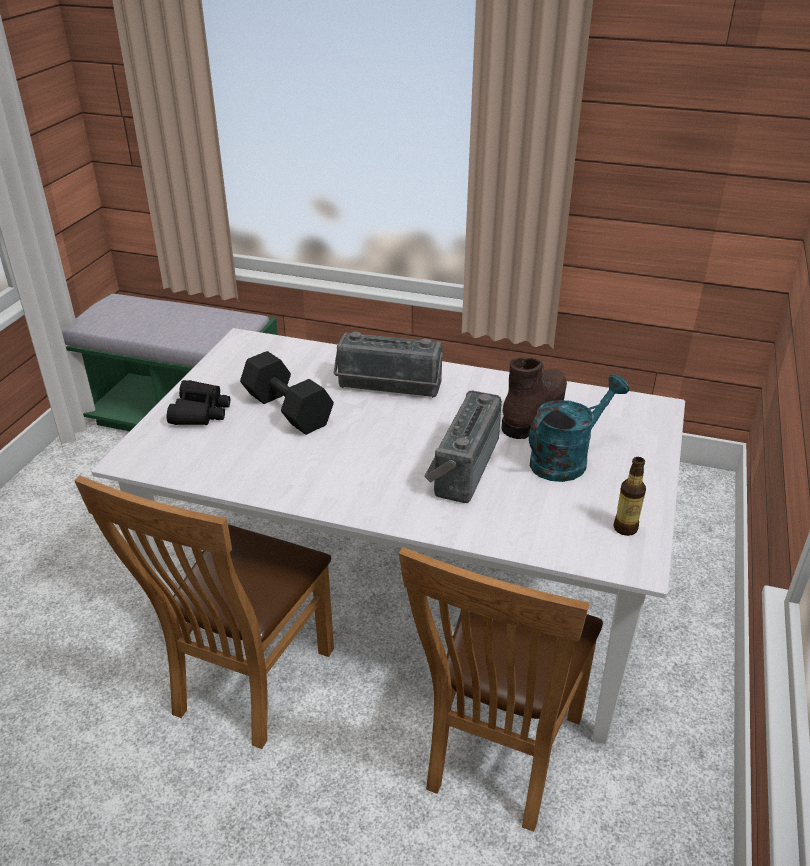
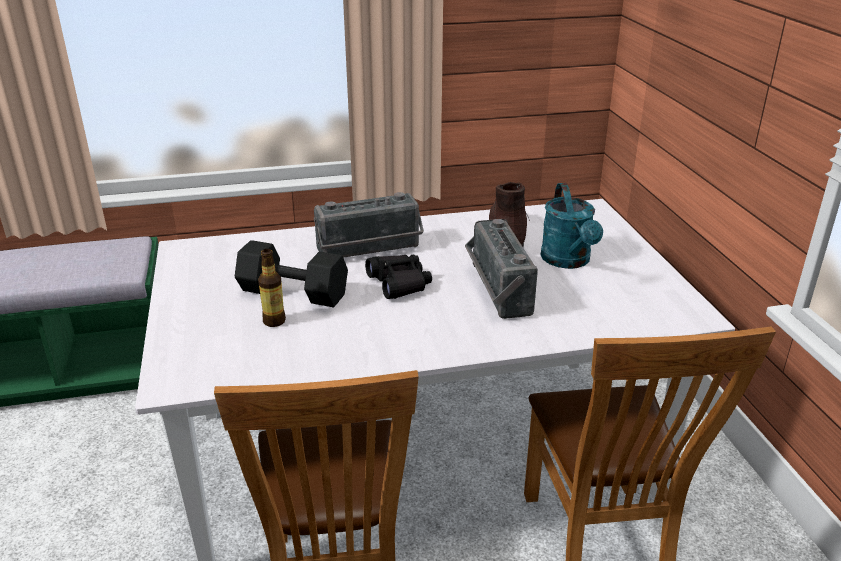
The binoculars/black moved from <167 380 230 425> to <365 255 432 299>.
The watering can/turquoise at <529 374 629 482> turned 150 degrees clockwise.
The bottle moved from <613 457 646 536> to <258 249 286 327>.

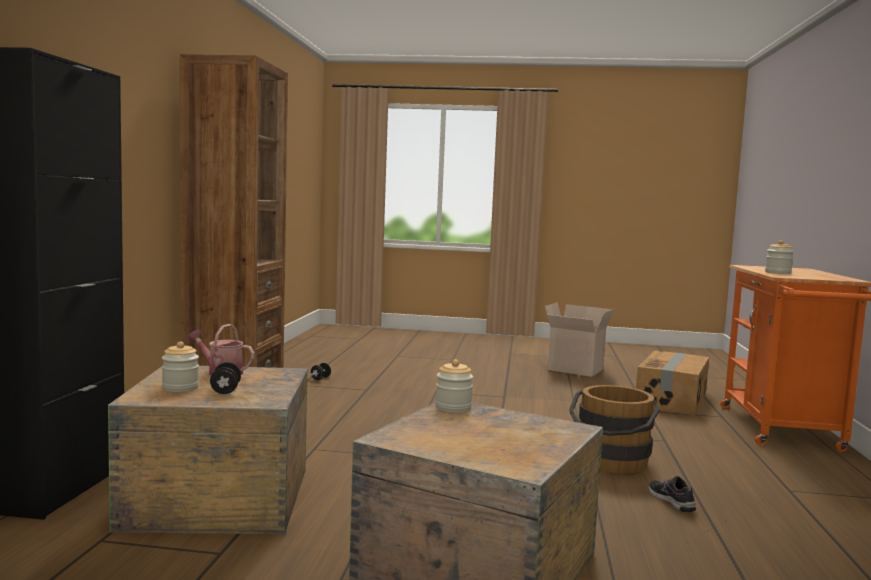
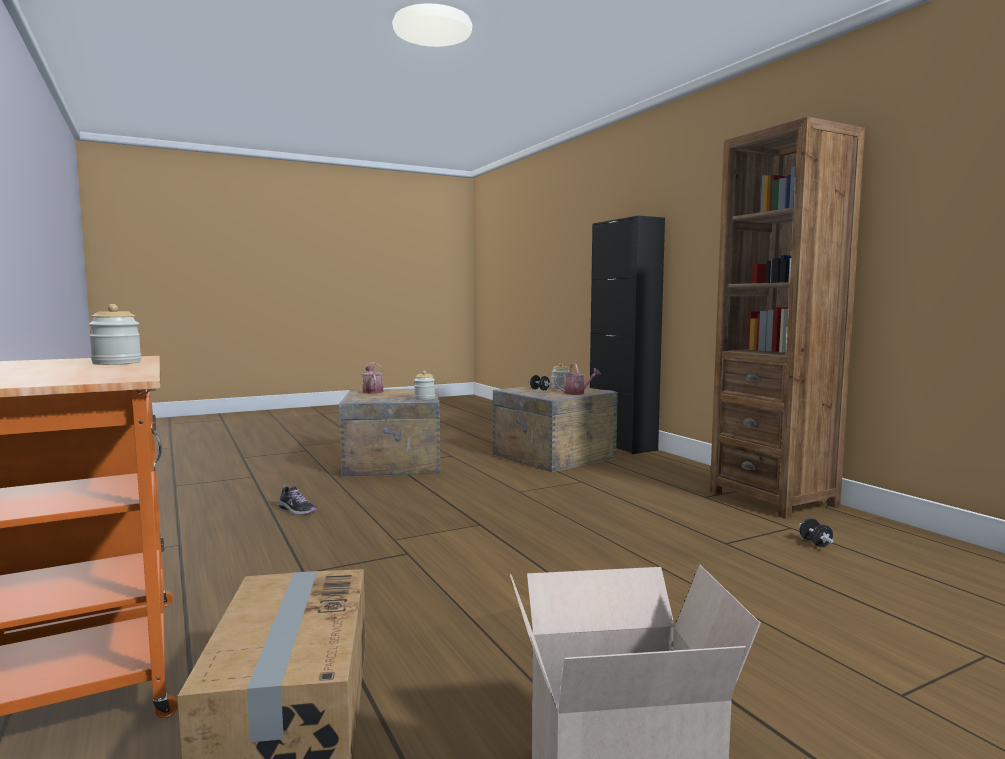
The bucket/brown at <569 385 660 474> disappeared.
The watering can at <361 362 384 394> appeared.

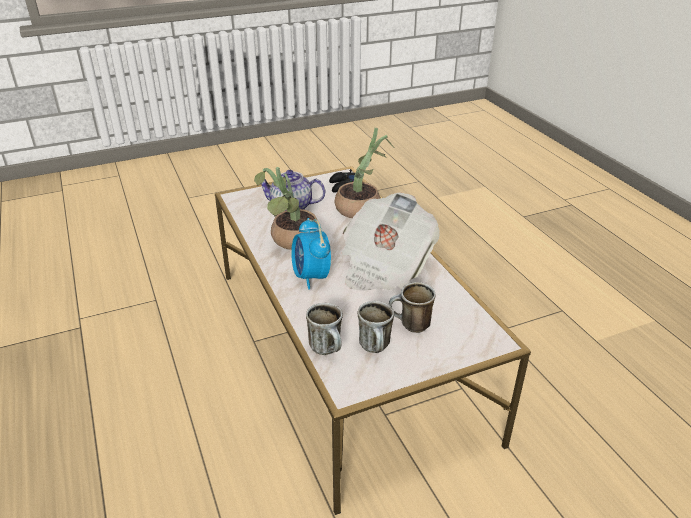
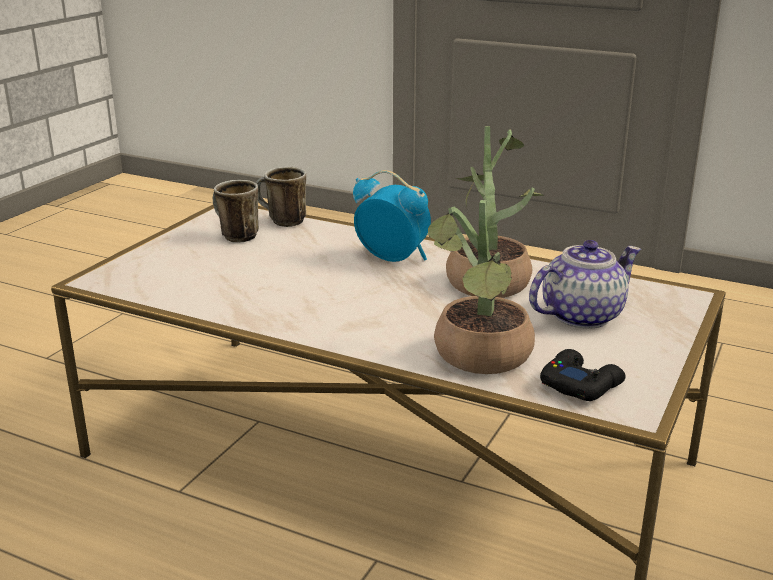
The newspaper at <341 192 440 291> disappeared.
The mug at <389 282 436 333> disappeared.

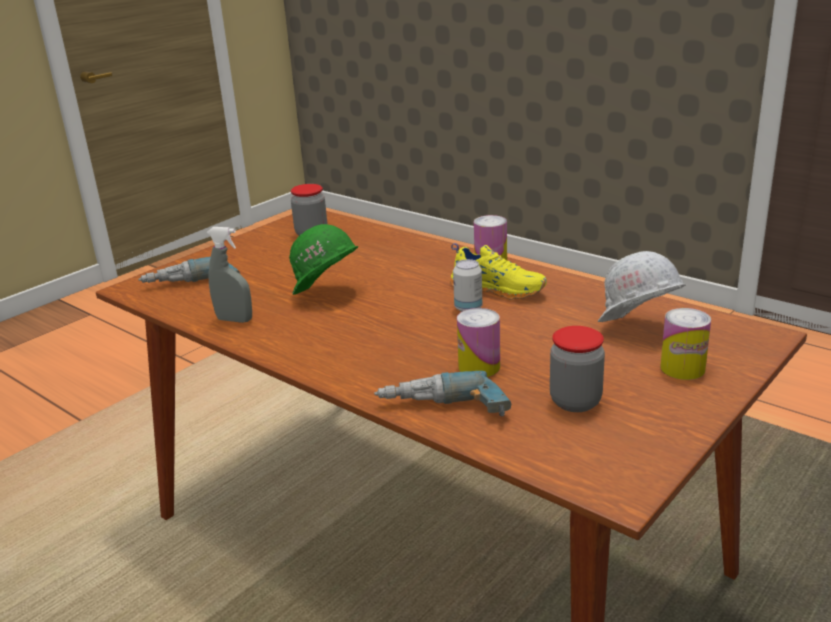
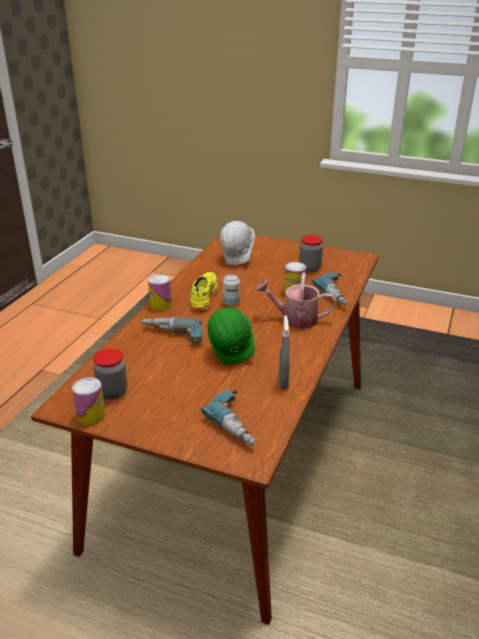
The can moved from <660 308 711 380> to <72 377 105 425>.
The power drill at <141 317 202 344> appeared.
The watering can at <255 273 337 329> appeared.

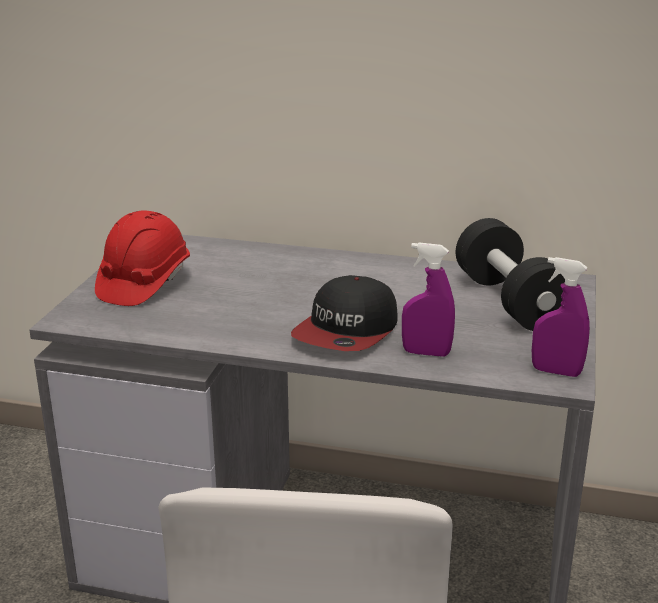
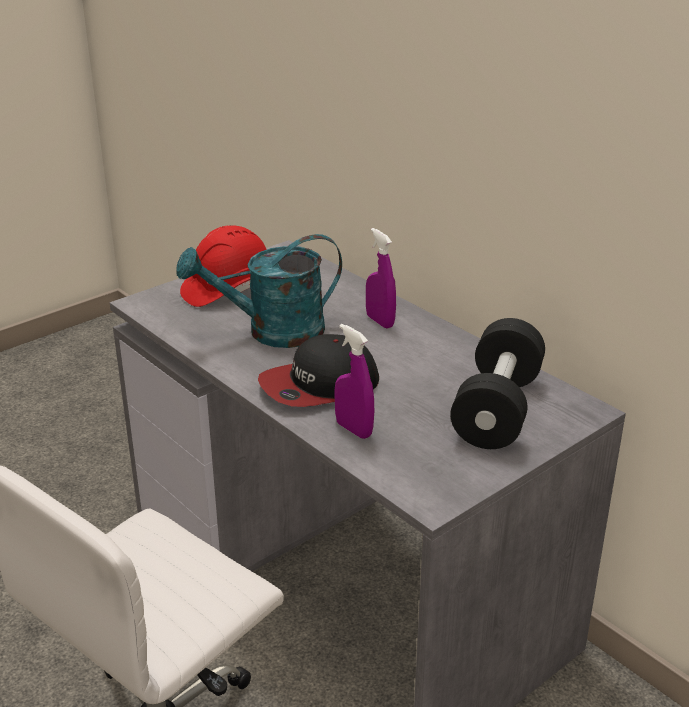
The spray bottle/purple moved from <532 257 590 377> to <366 228 396 329>.
The watering can/turquoise at <176 234 342 348> appeared.

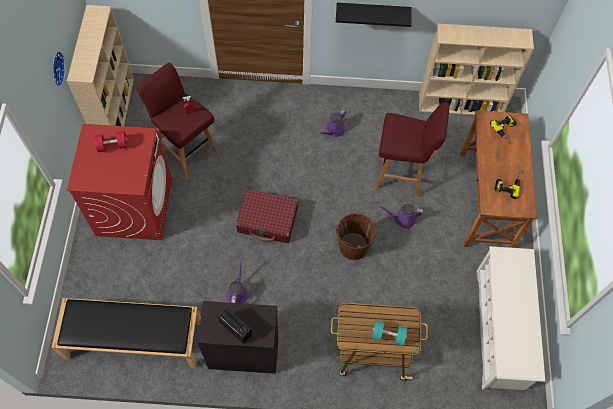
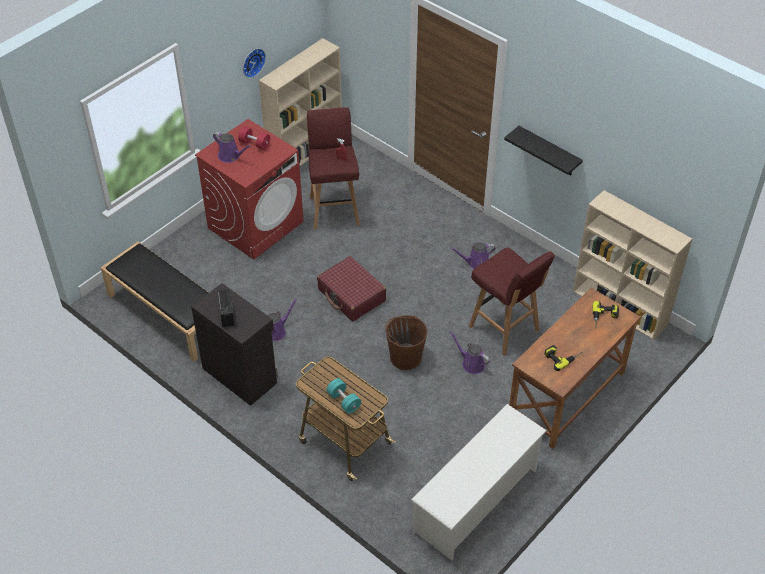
The watering can/purple at <213 132 251 163> appeared.

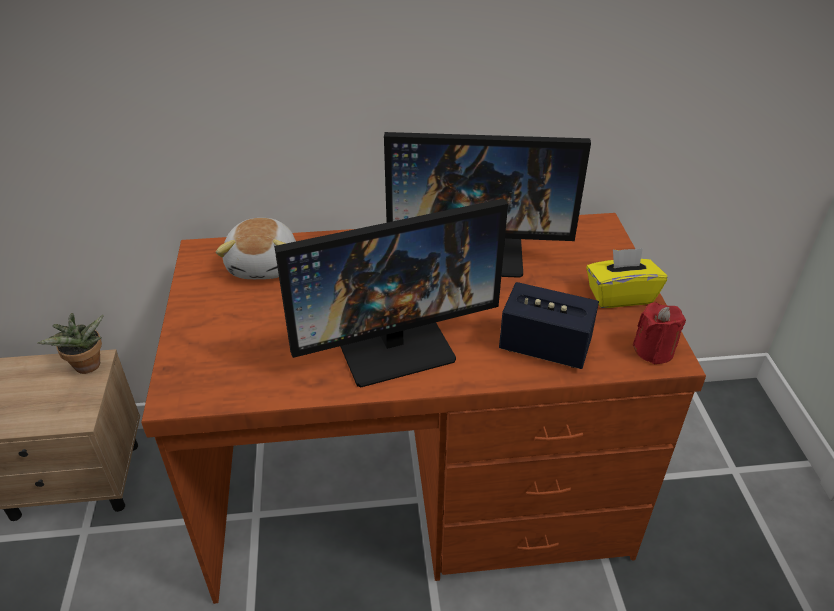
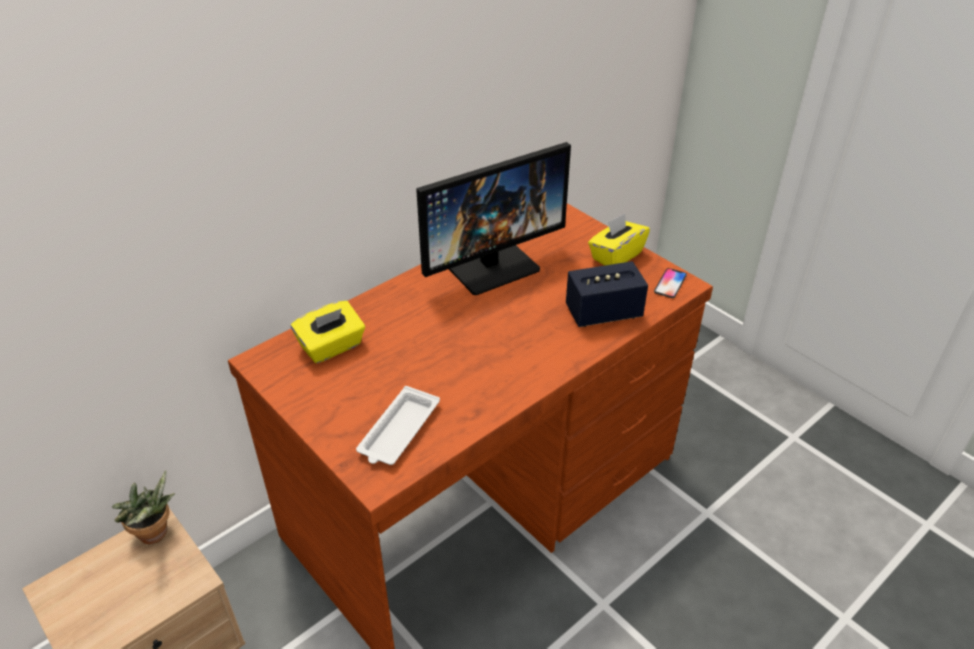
The plush toy at <216 218 296 279> was replaced by the tissue box/yellow at <291 301 365 363>.
The monitor at <274 198 508 387> disappeared.
The candle/red at <633 302 686 364> was replaced by the phone at <654 268 687 298>.
The tray/white at <356 386 440 465> appeared.

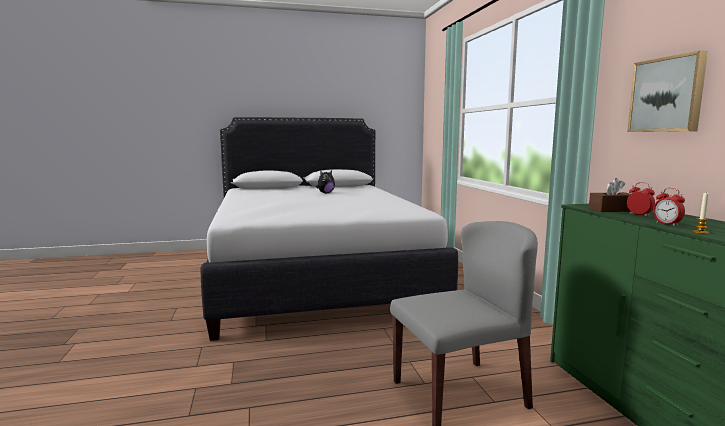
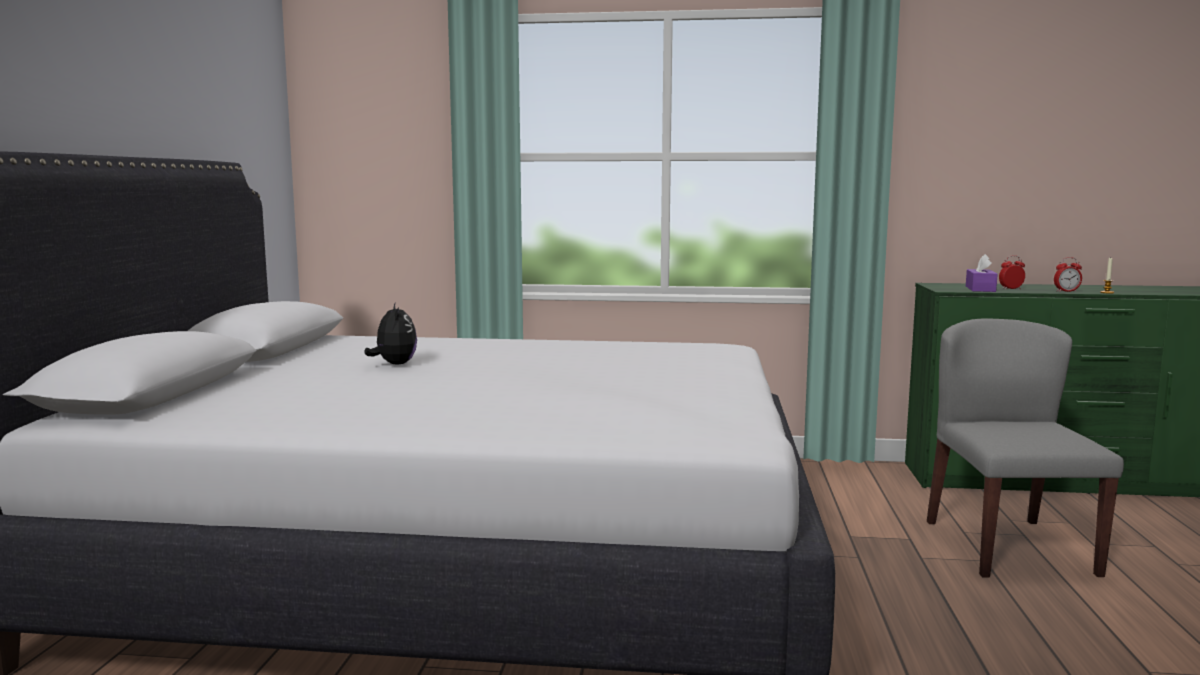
The tissue box/brown at <589 178 631 212> became the tissue box/purple at <966 254 998 292>.
The picture at <627 50 708 132> disappeared.

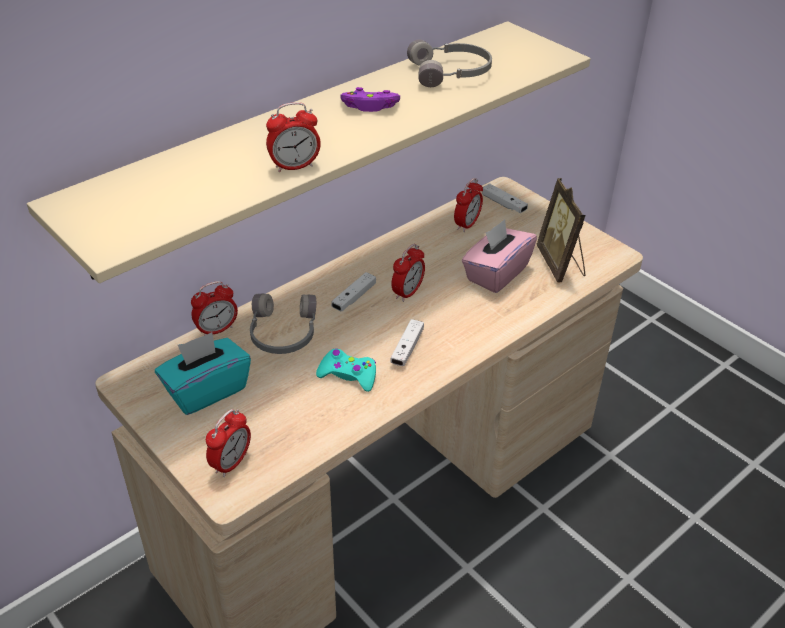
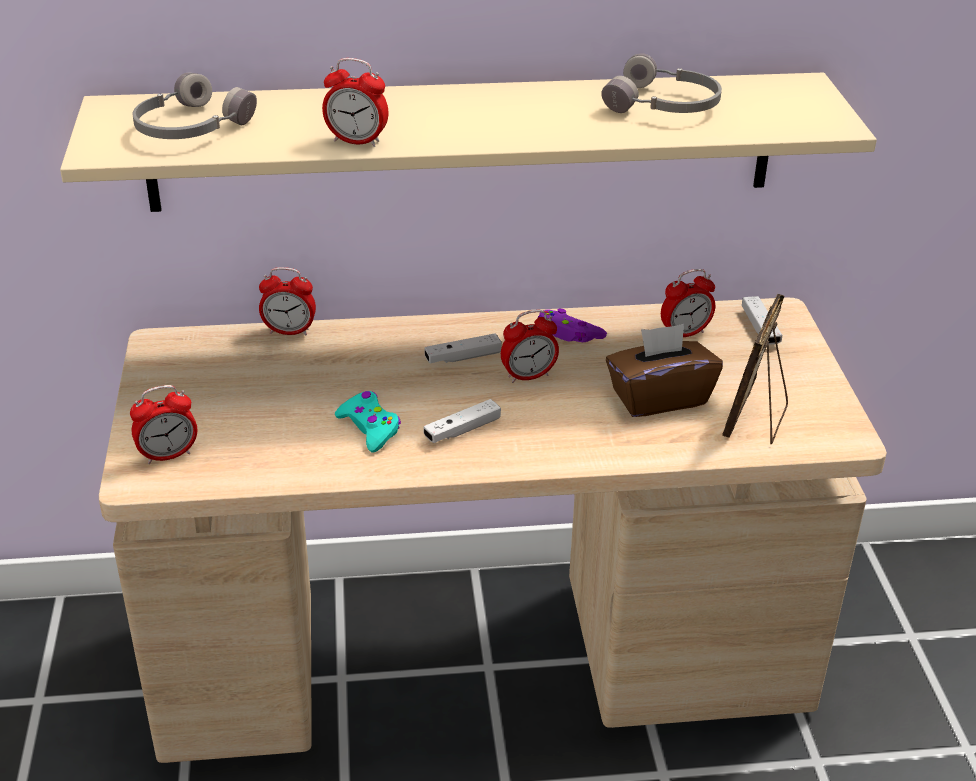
The tissue box/turquoise at <155 332 251 415> disappeared.
The headphones/grey moved from <250 293 316 354> to <133 73 257 139>.
The game controller/purple moved from <341 87 400 112> to <538 309 607 342>.
The tissue box/pink at <462 219 537 293> became the tissue box/brown at <606 324 723 417>.

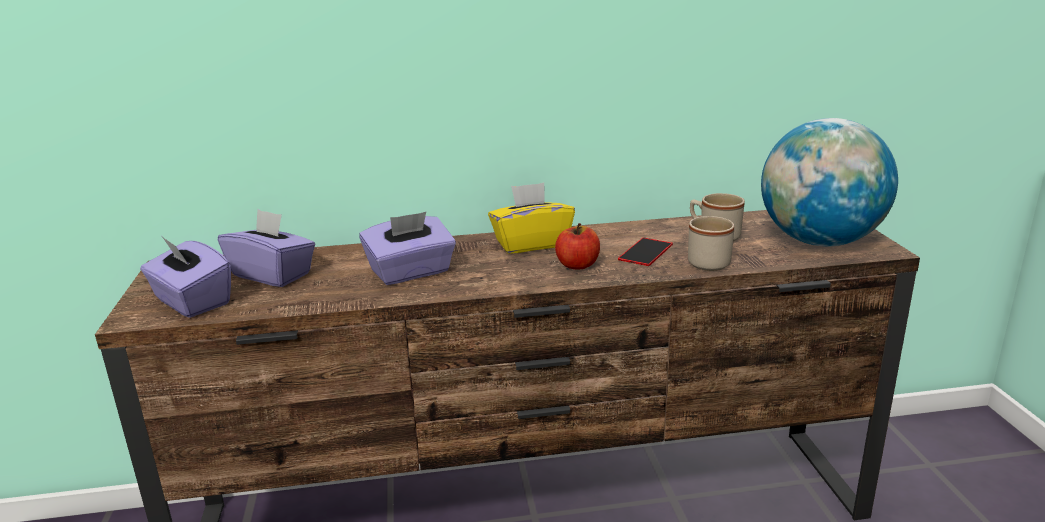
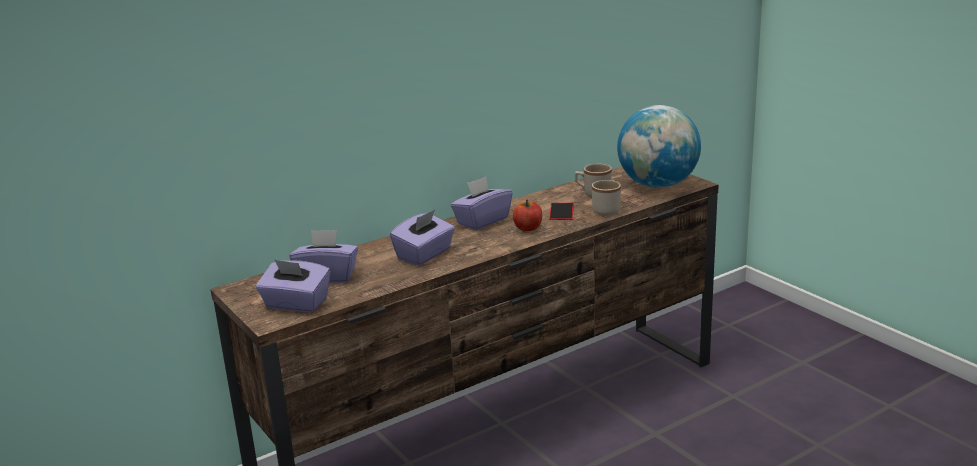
The tissue box/yellow at <488 182 575 254> became the tissue box/purple at <450 176 513 230>.

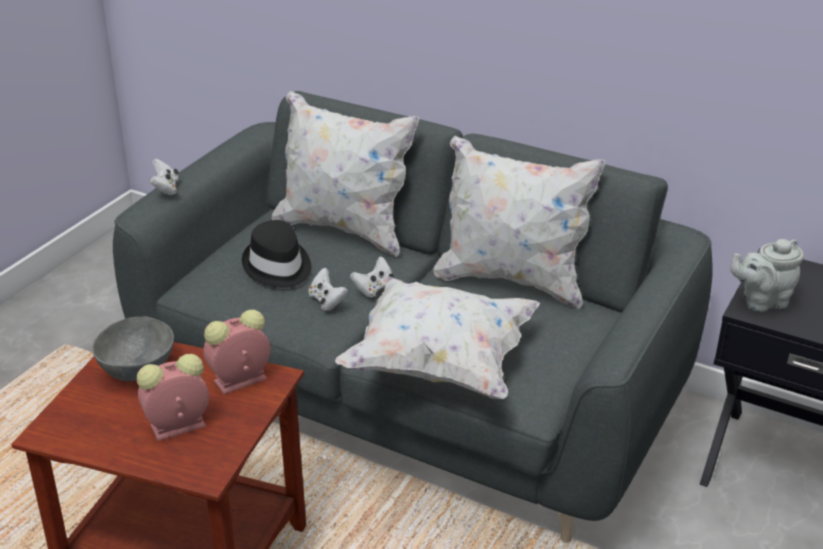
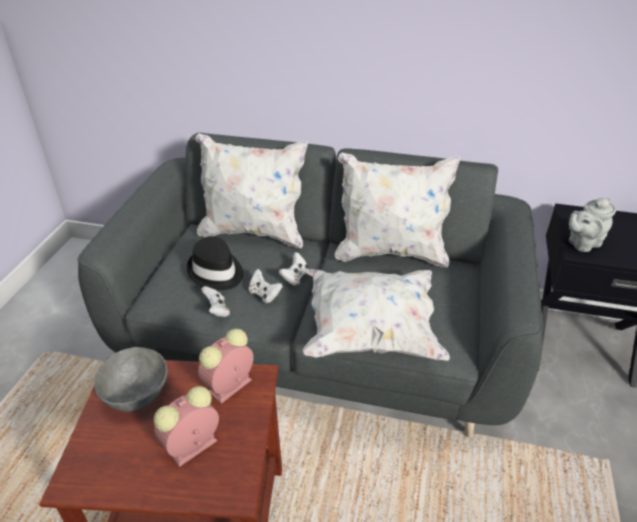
The game controller/white moved from <149 159 178 195> to <201 286 230 317>.

